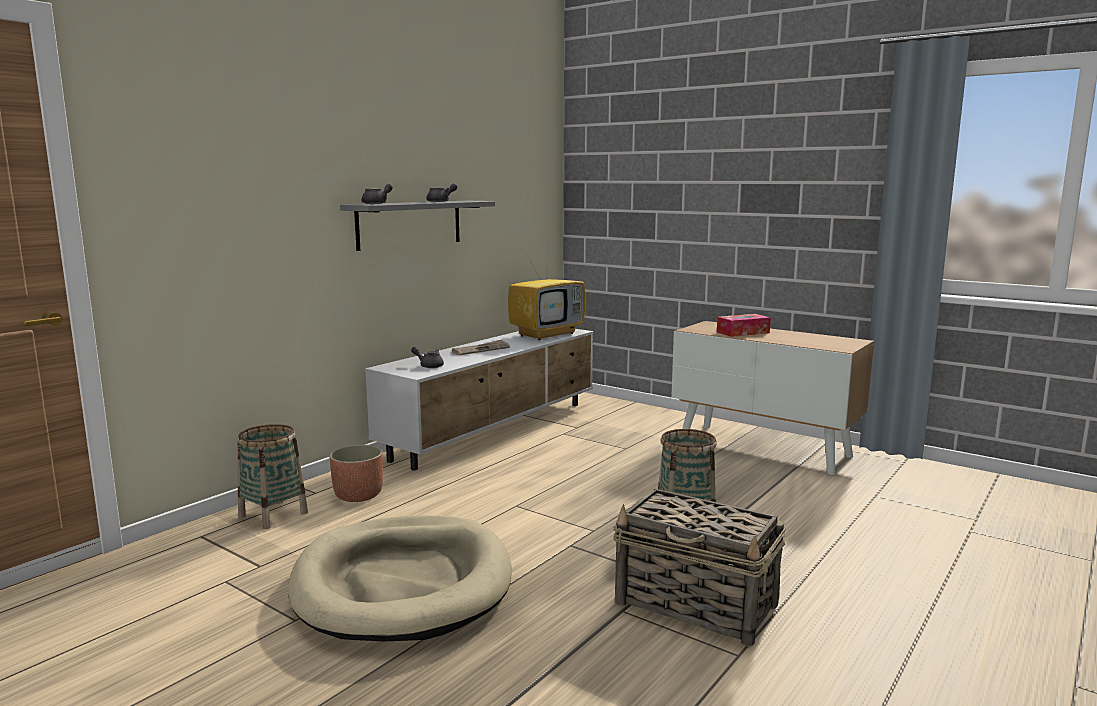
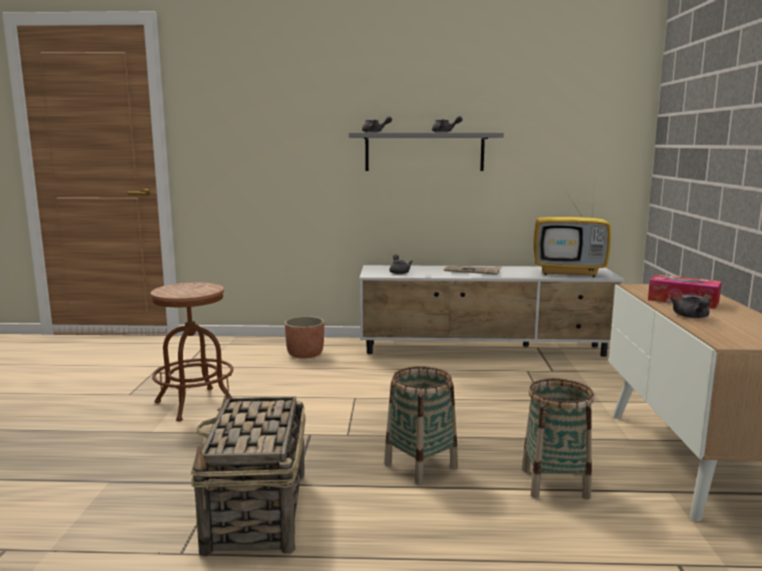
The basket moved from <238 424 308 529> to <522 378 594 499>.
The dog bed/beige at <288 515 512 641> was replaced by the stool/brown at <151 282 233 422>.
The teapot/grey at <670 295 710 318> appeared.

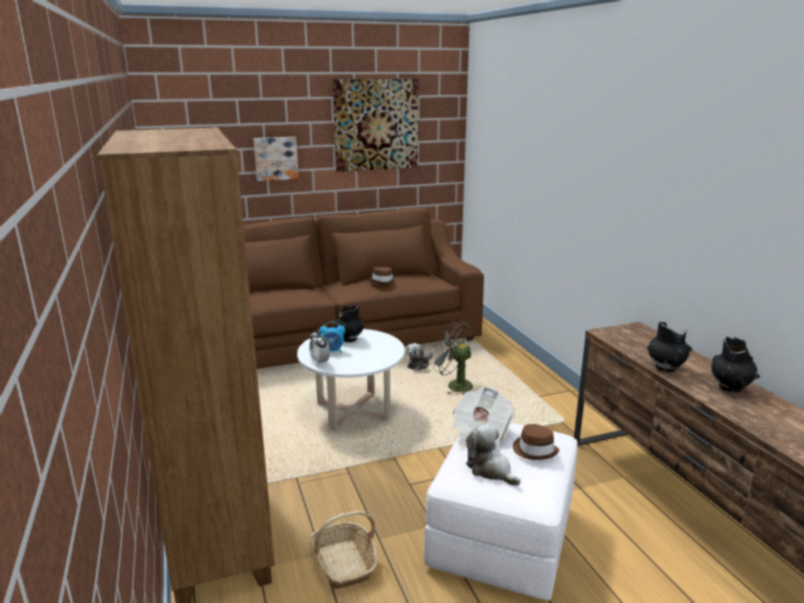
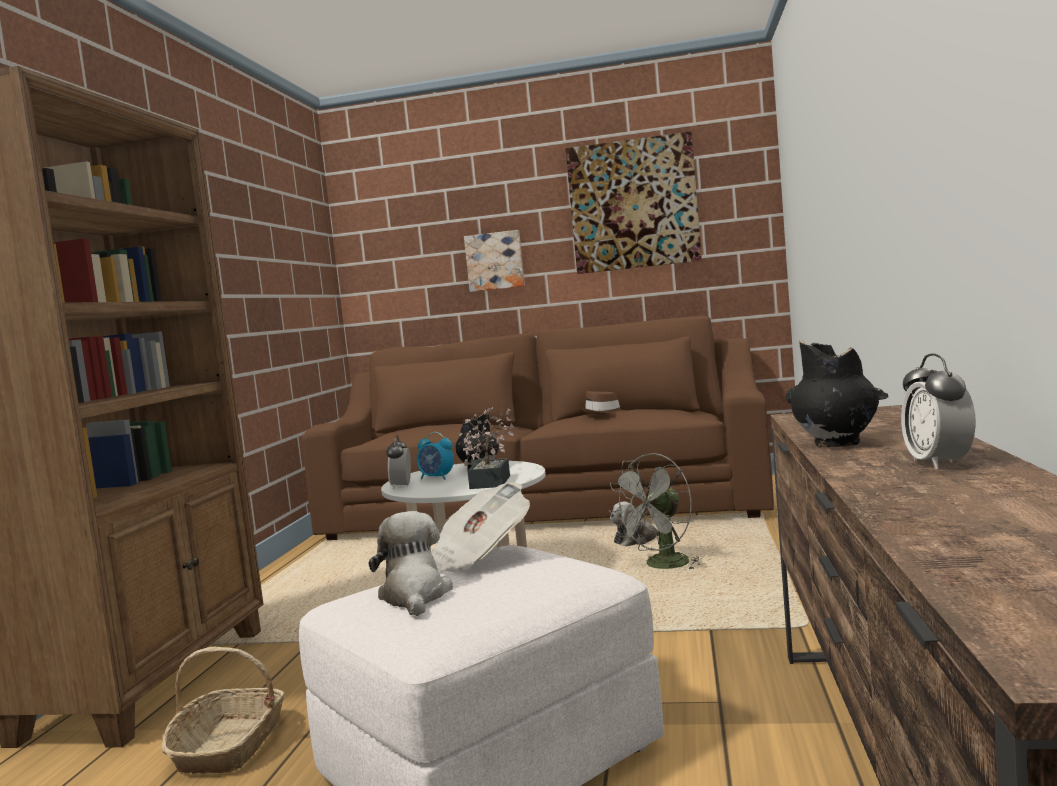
The fan/grey at <431 321 473 396> turned 105 degrees counterclockwise.
The hat/brown at <513 424 559 460> disappeared.
The vase/black at <711 336 760 393> was replaced by the alarm clock at <901 353 976 469>.
The potted plant at <459 407 515 489> appeared.

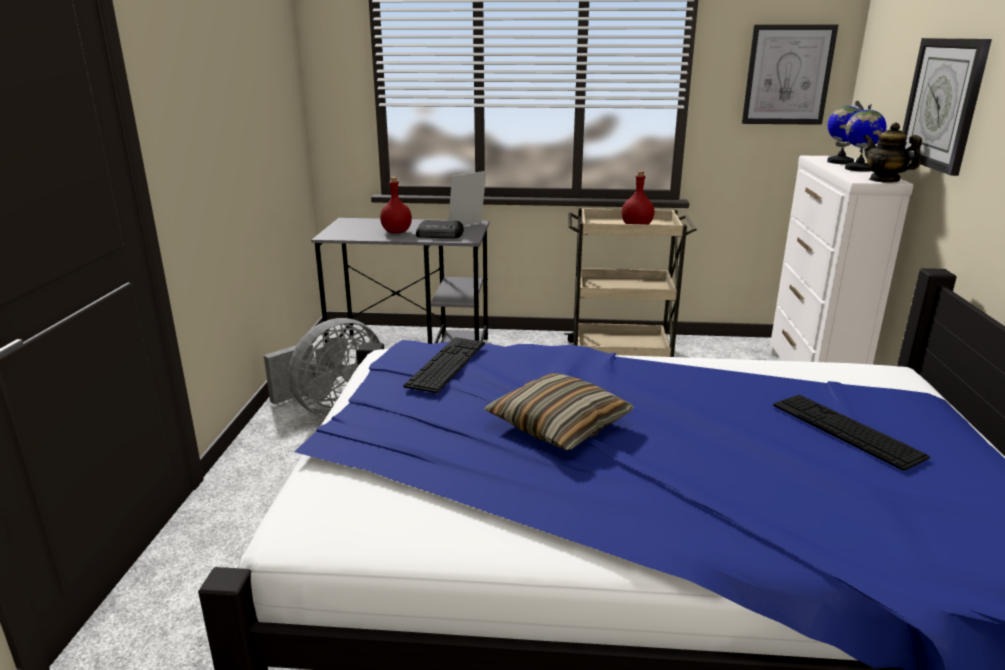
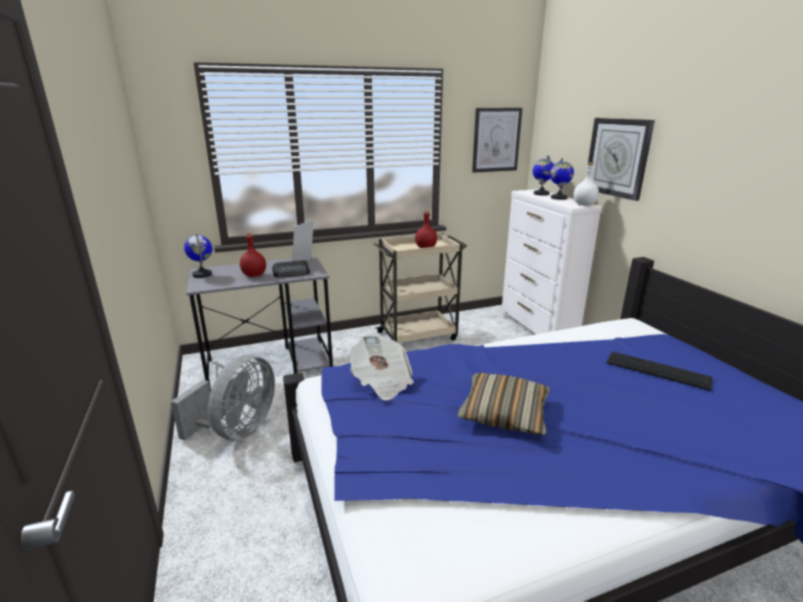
The keyboard at <403 337 485 393> was replaced by the newspaper at <350 334 414 401>.
The teapot at <863 123 922 183> was replaced by the bottle/white at <573 162 599 206>.
The globe at <184 234 212 278> appeared.

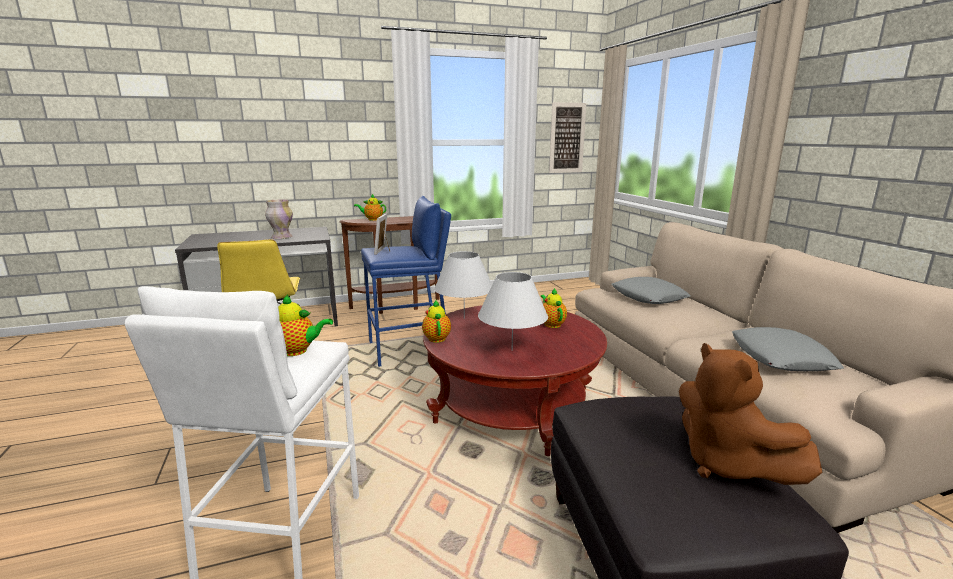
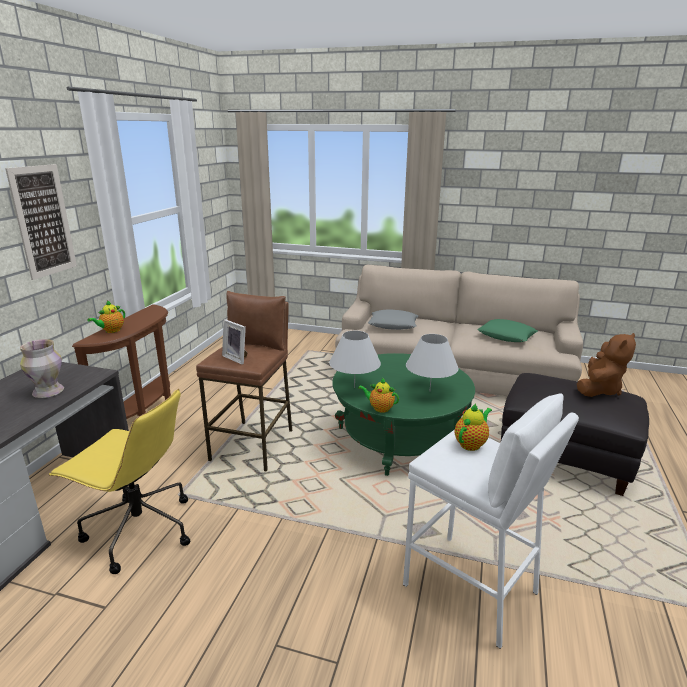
The stool/blue at <361 196 451 367> became the stool/brown at <196 291 292 471>.
The coffee table/red at <423 305 607 456> became the coffee table/green at <333 353 475 476>.
The teapot at <541 288 567 328> disappeared.
The picture moved from <549 102 586 173> to <5 164 77 280>.
The plush toy/brown at <679 343 823 485> turned 60 degrees counterclockwise.
The pillow/grey at <732 327 844 371> became the pillow/green at <477 319 538 342>.

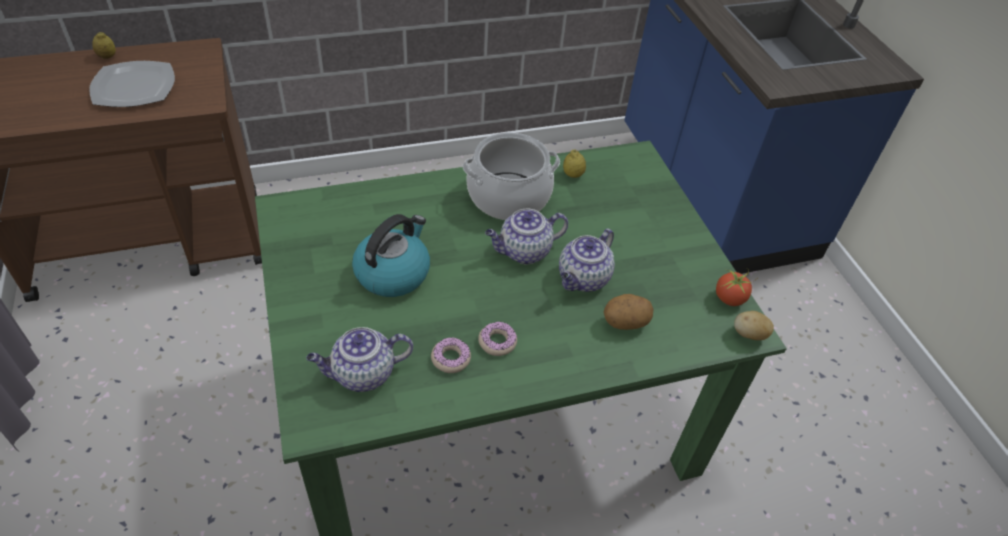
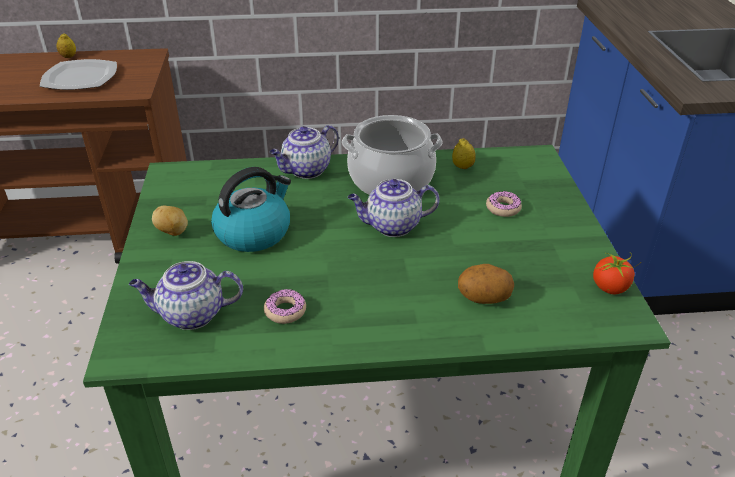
The donut moved from <478 321 517 356> to <486 191 522 217>.
The teapot moved from <559 228 615 292> to <270 125 339 179>.
The potato moved from <734 311 774 340> to <152 206 188 236>.

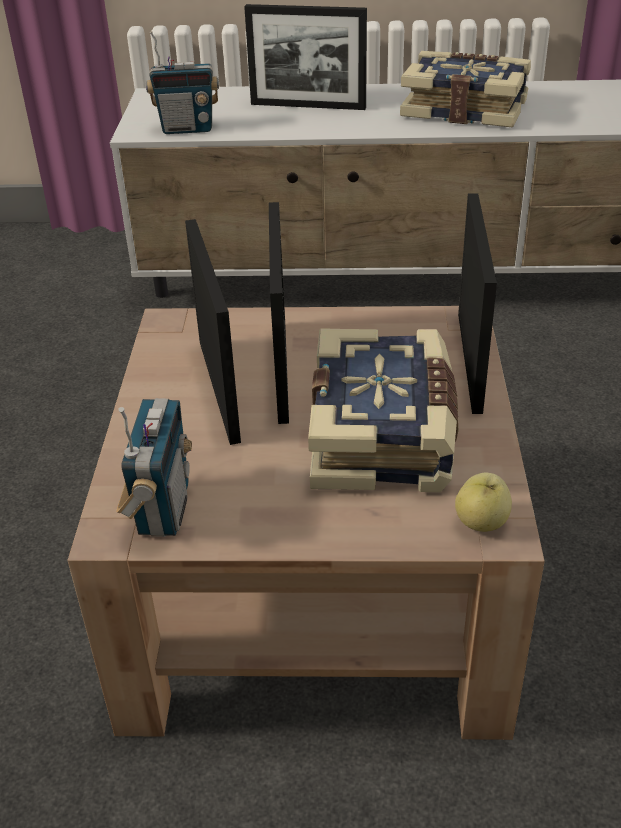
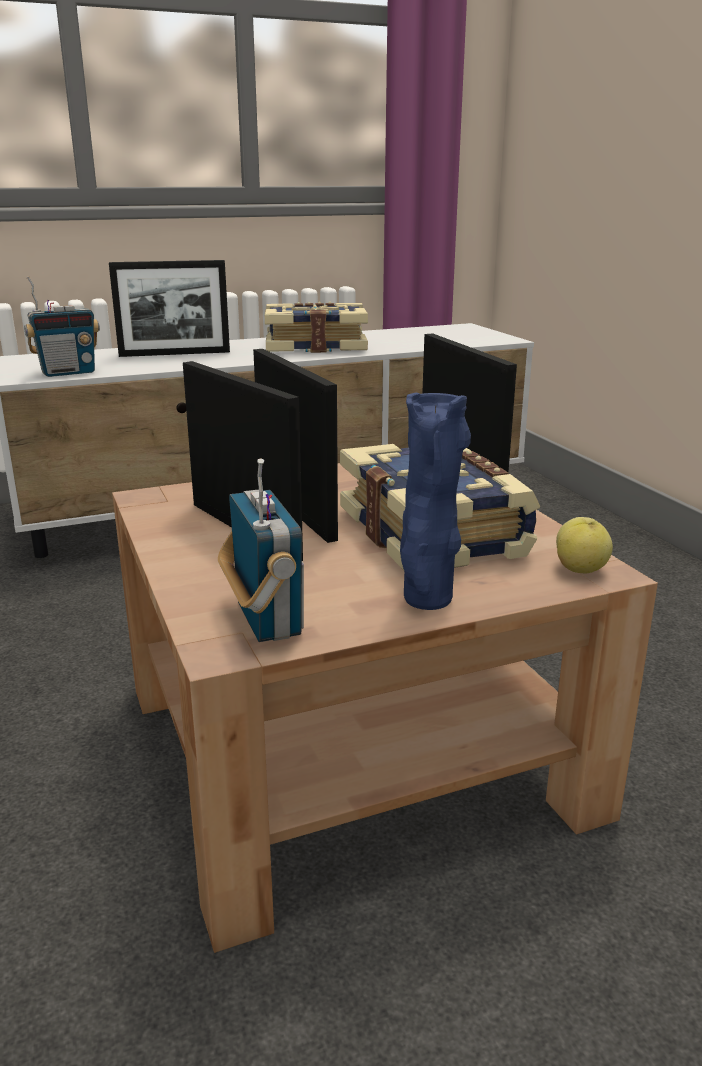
The vase/blue at <400 393 471 610> appeared.

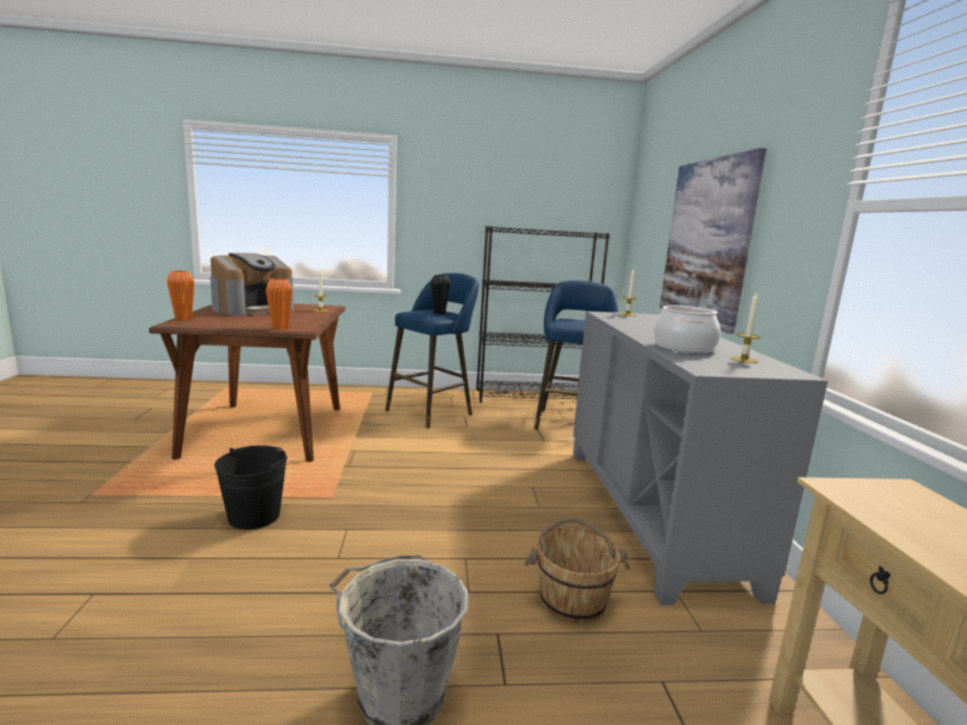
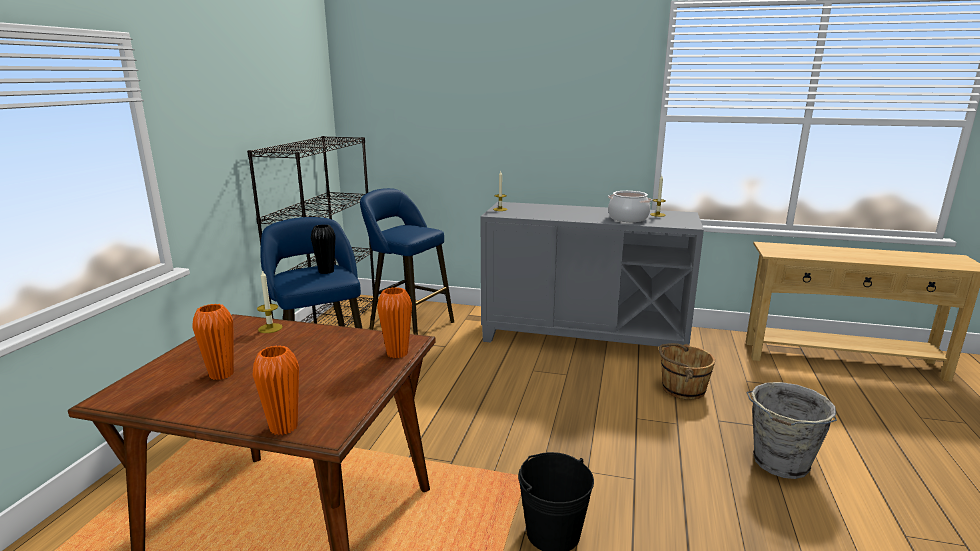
The coffee machine at <210 253 294 316> was replaced by the vase/orange at <192 304 234 380>.
The picture at <660 148 766 334> disappeared.

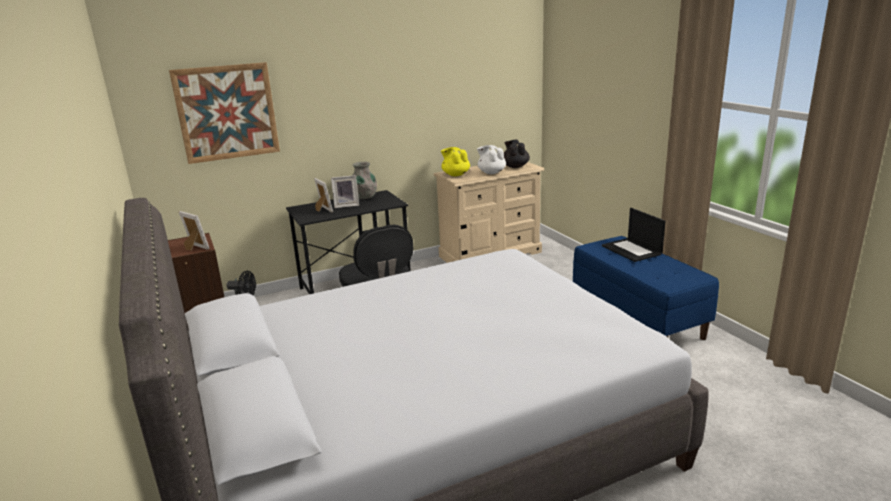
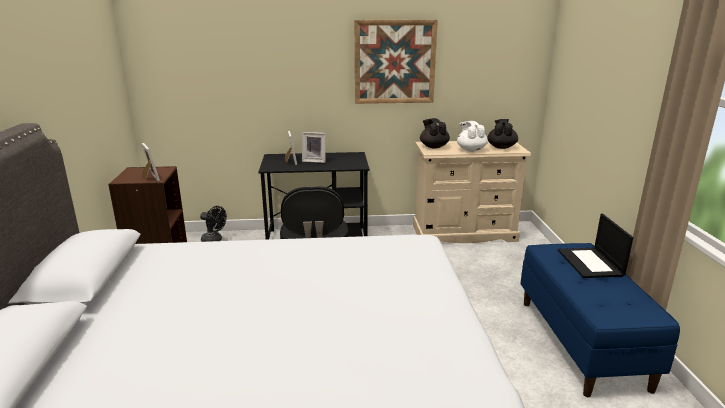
The picture moved from <169 62 280 164> to <354 20 438 104>.
The vase/grey at <352 162 377 199> disappeared.
The teapot/yellow at <441 147 470 176> became the teapot/black at <420 118 450 148>.

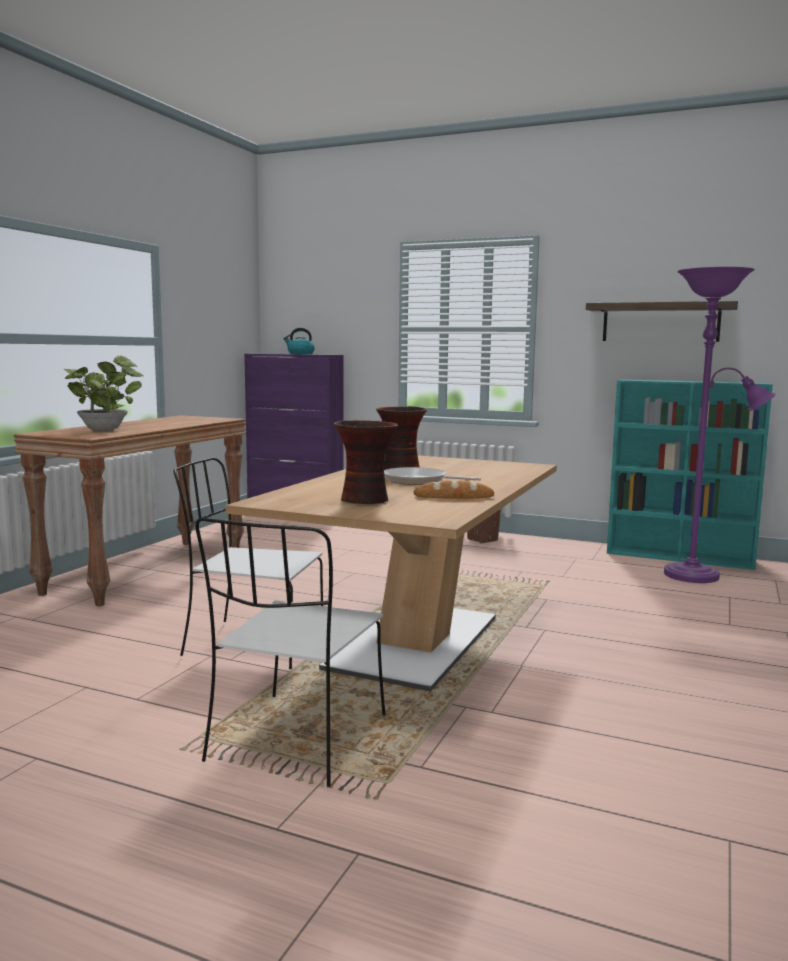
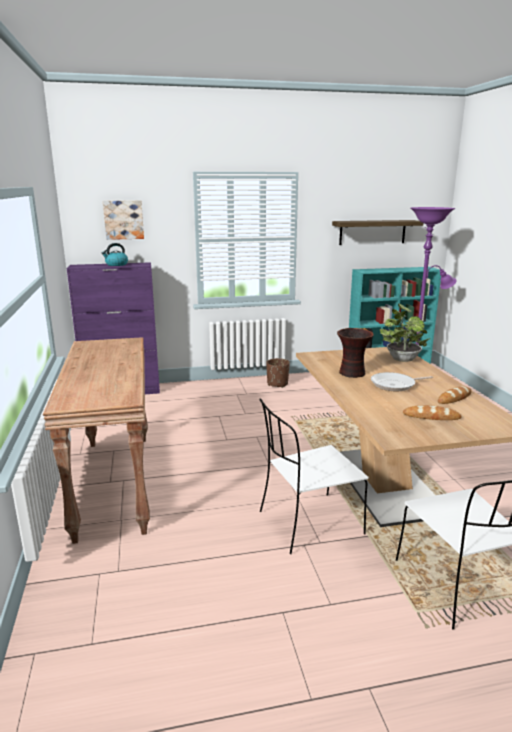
The potted plant moved from <64 356 143 431> to <380 303 431 362>.
The vase at <334 420 398 504> was replaced by the bread at <403 405 461 420>.
The picture at <103 200 144 240> appeared.

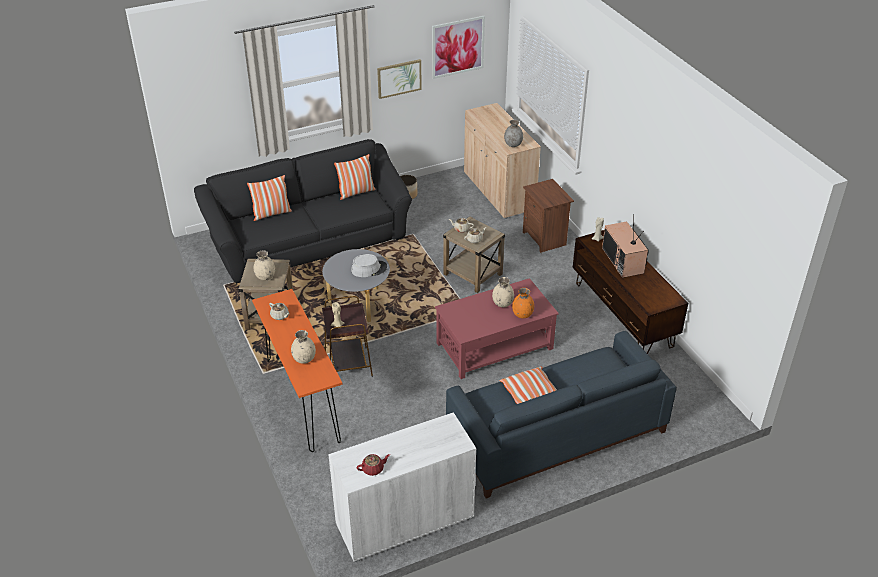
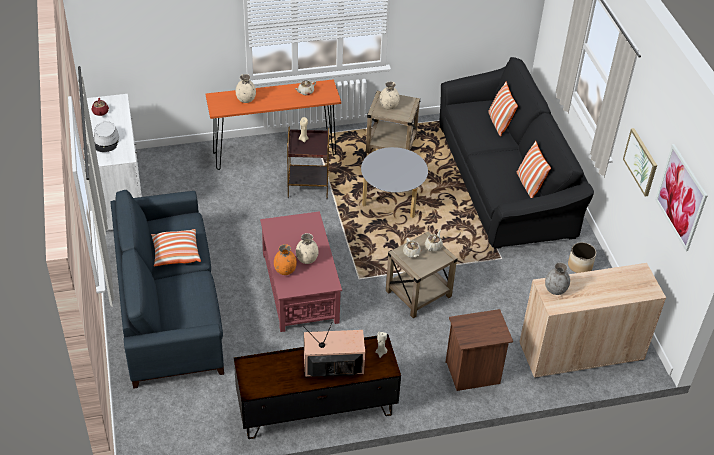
The hat/grey moved from <351 254 387 277> to <94 121 119 152>.

